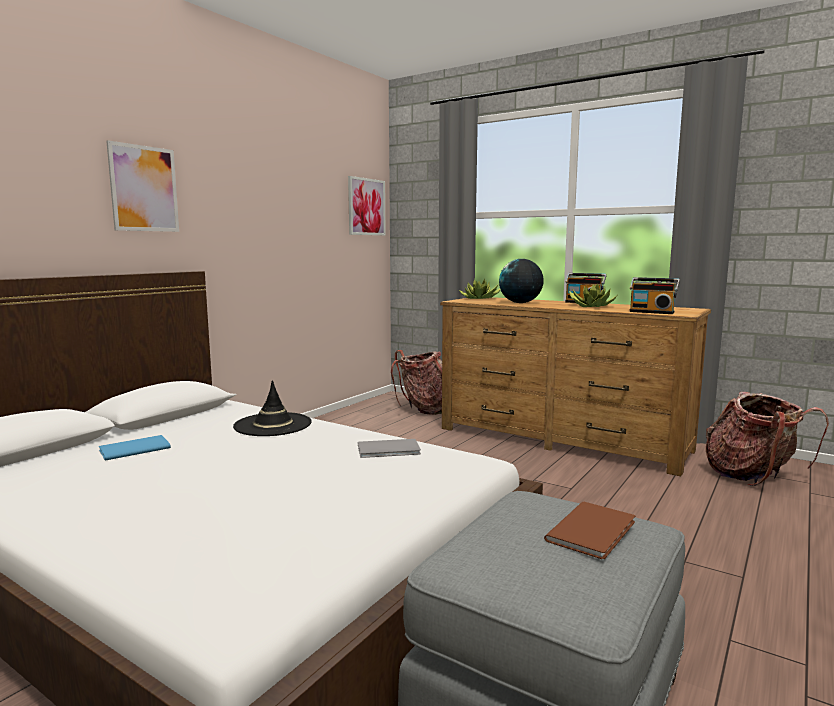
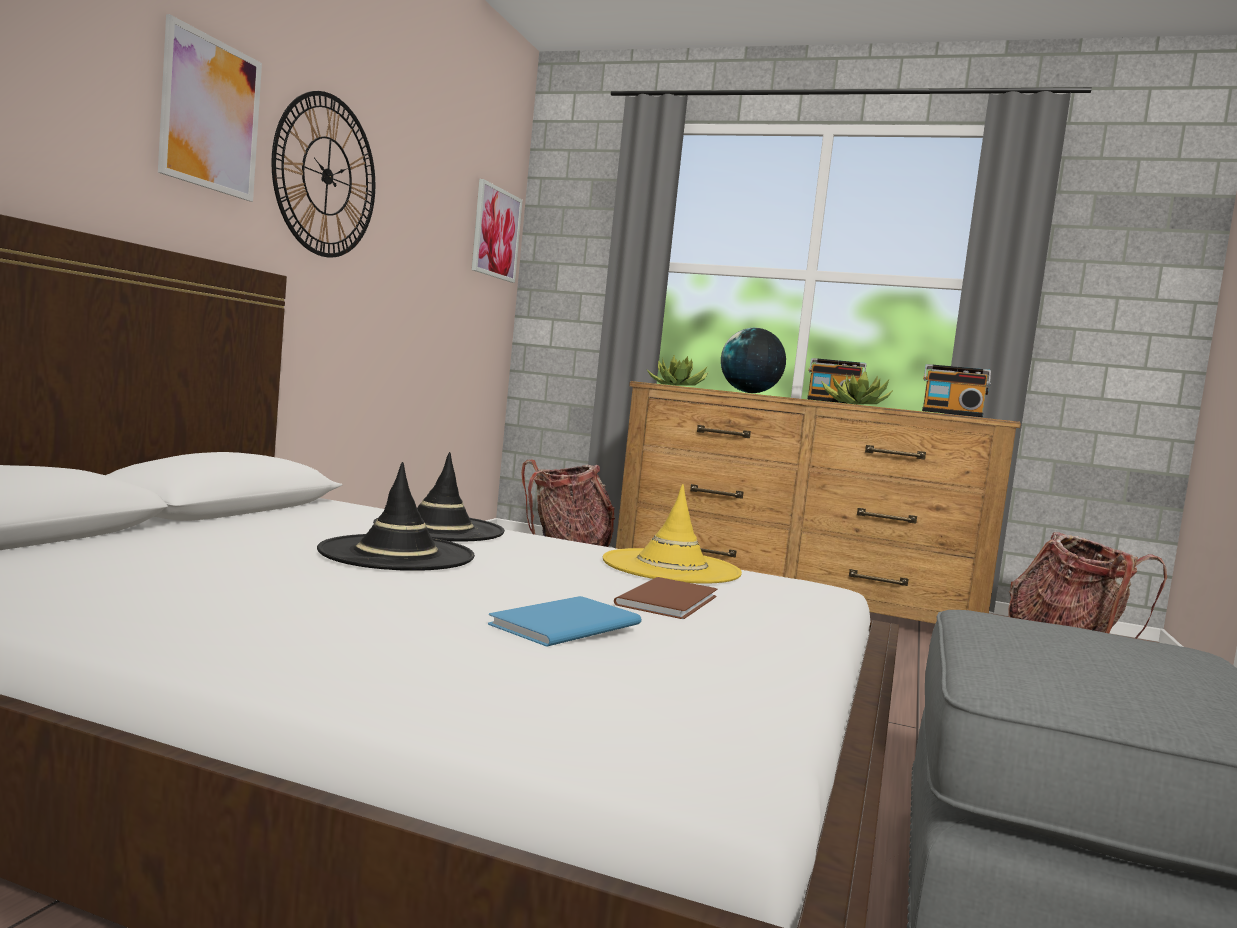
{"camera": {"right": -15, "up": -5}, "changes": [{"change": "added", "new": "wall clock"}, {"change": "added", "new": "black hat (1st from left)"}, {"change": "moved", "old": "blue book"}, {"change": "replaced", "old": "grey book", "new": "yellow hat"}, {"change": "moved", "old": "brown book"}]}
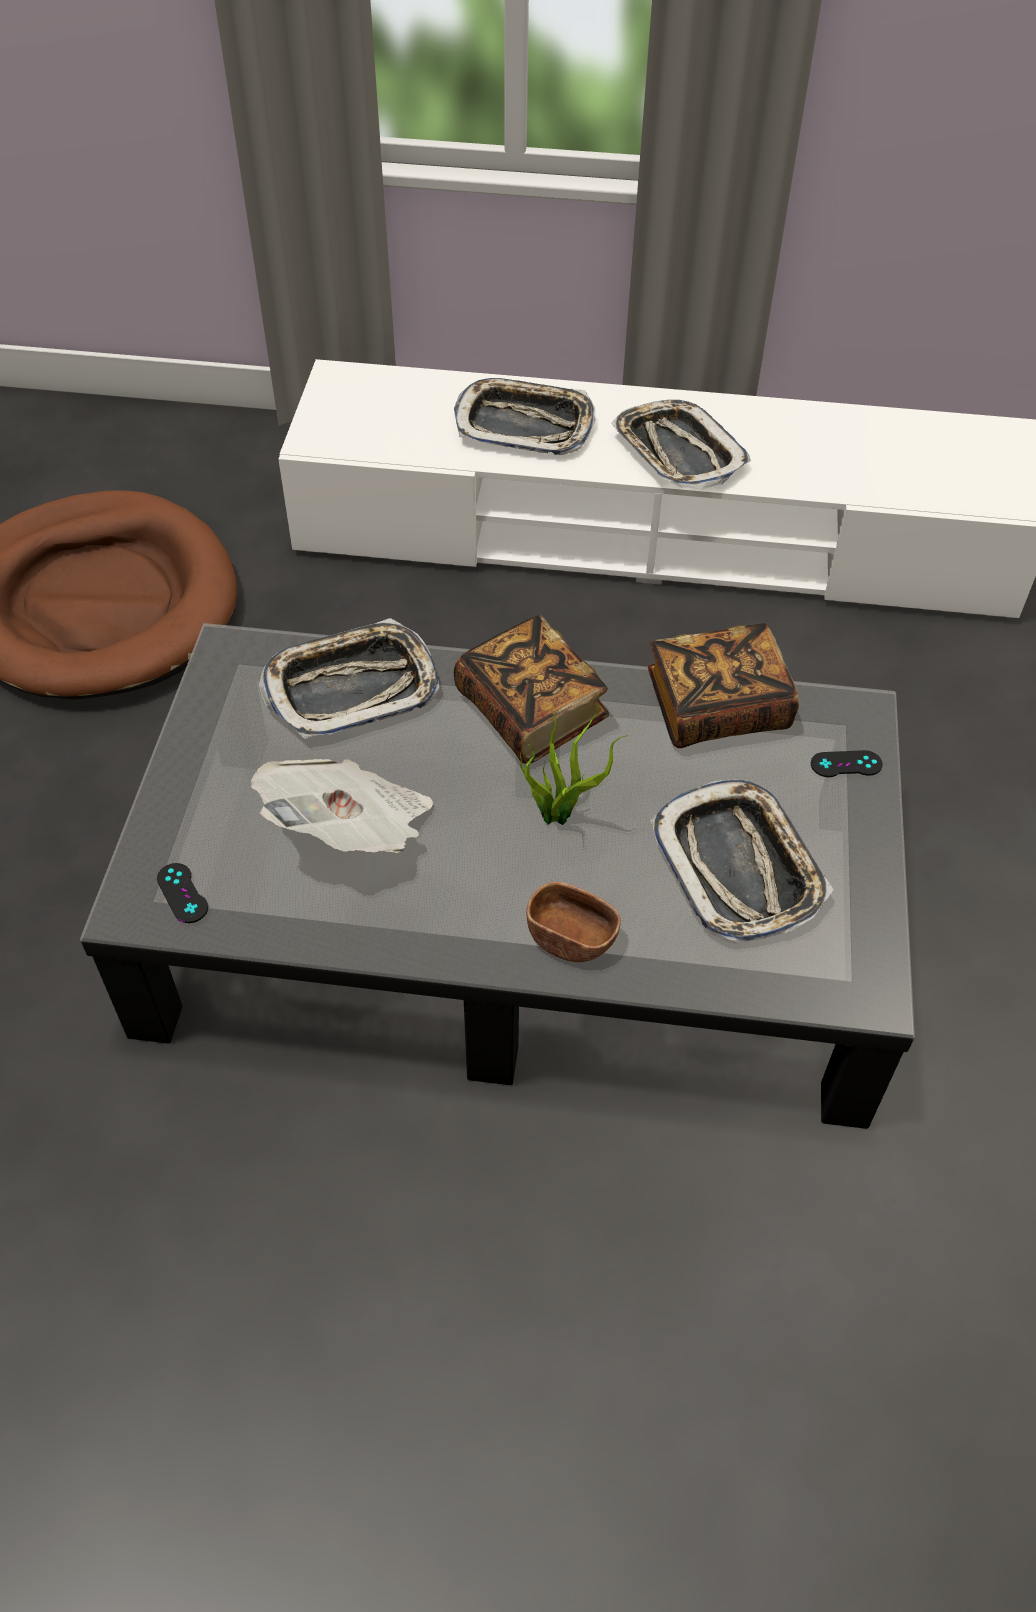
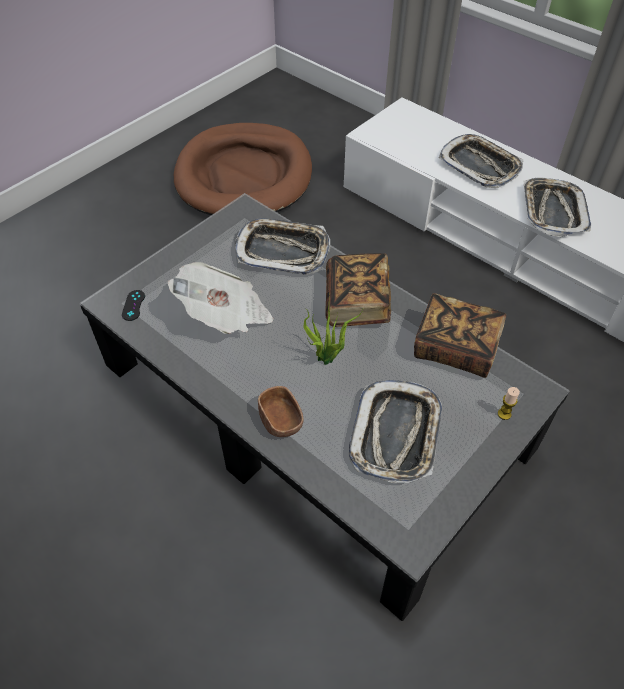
{"camera": {"right": 35, "up": 0}, "changes": [{"change": "replaced", "old": "black game controller (2nd from left)", "new": "candle"}]}
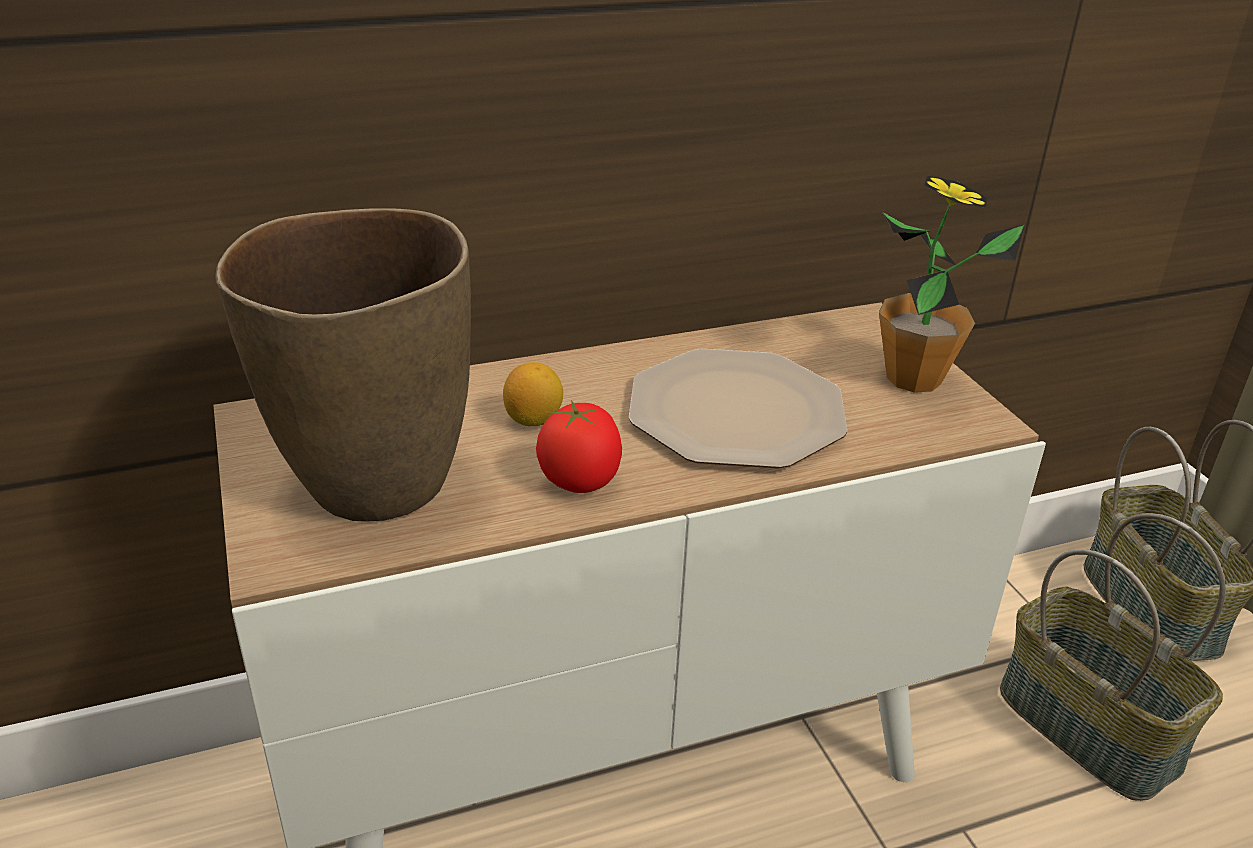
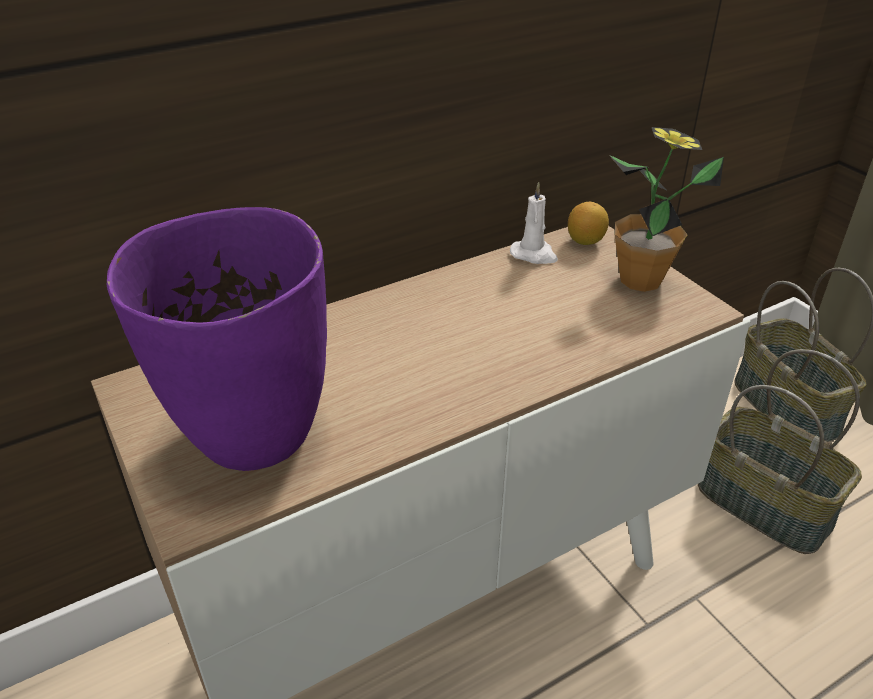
{"camera": {"right": -10, "up": 5}, "changes": [{"change": "recoloured", "old": "brown vase", "new": "purple vase"}, {"change": "added", "new": "white candle"}, {"change": "moved", "old": "lemon"}, {"change": "removed", "old": "tomato"}, {"change": "removed", "old": "plate"}]}
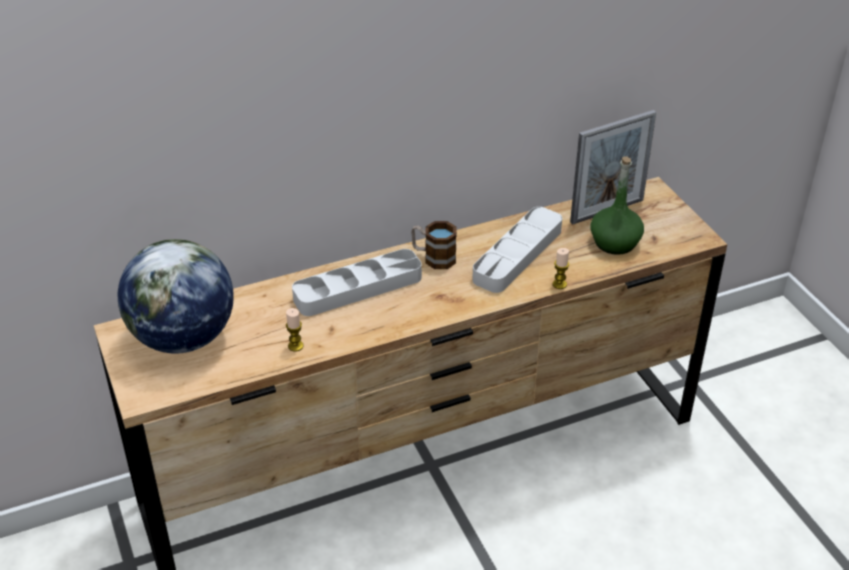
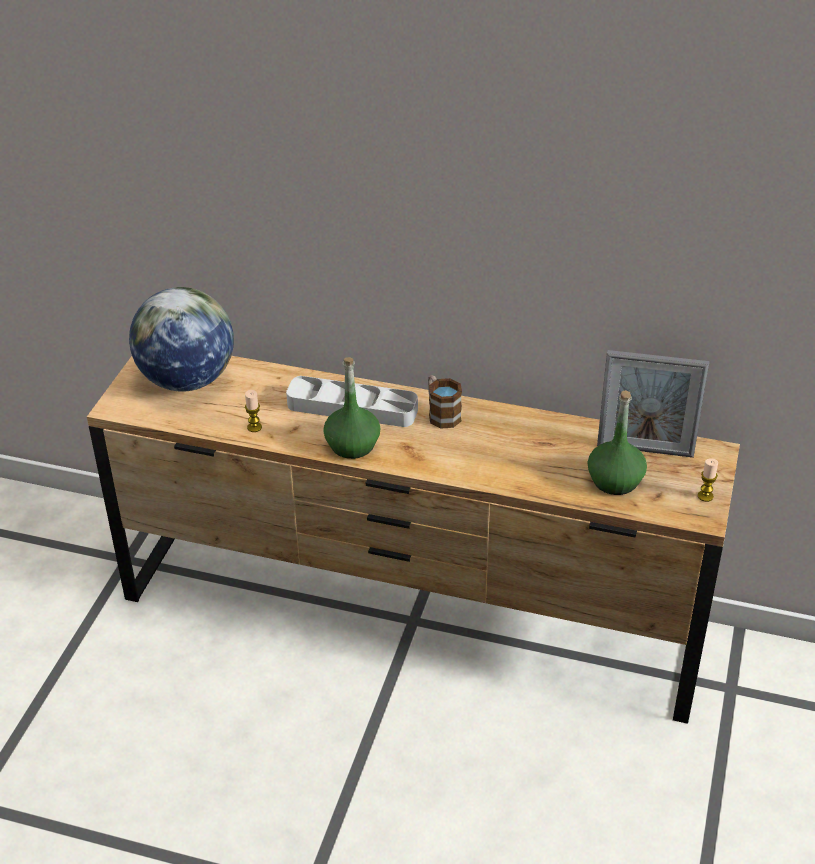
{"camera": {"right": 40, "up": 0}, "changes": [{"change": "added", "new": "green bottle (1st from left)"}, {"change": "moved", "old": "candle (2nd from left)"}, {"change": "removed", "old": "grey tray (2nd from left)"}]}
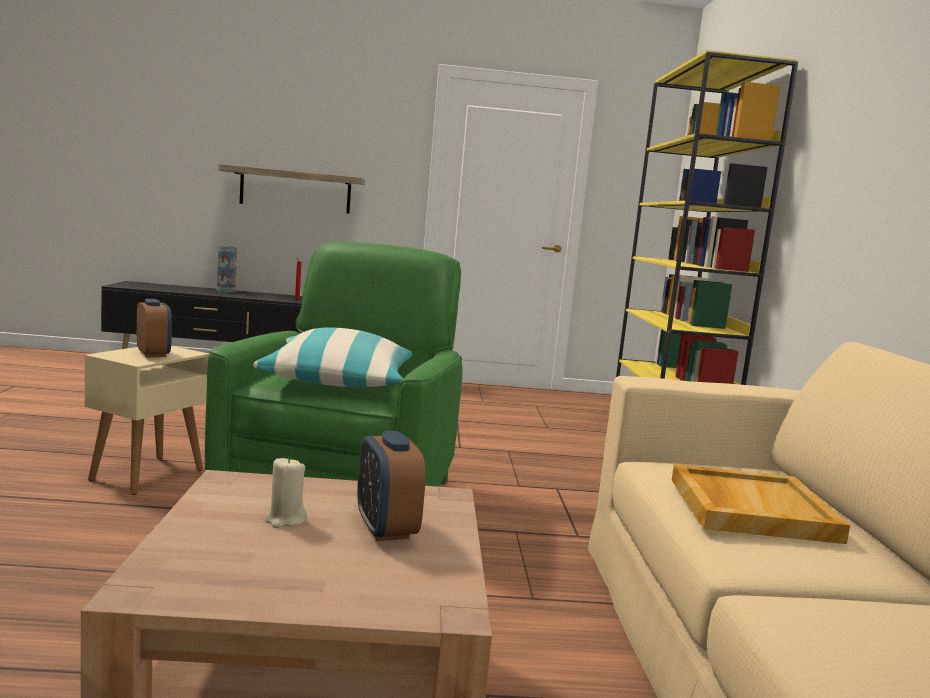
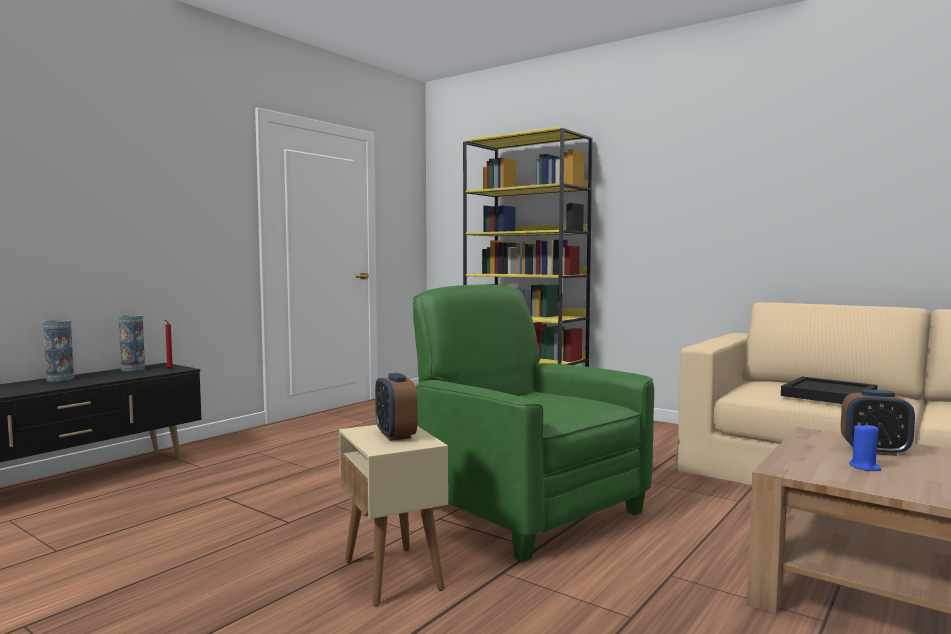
{"camera": {"right": -50, "up": -5}, "changes": [{"change": "added", "new": "vase (2nd from left)"}, {"change": "turned", "old": "alarm clock (1st from left)", "degrees": -120}, {"change": "recoloured", "old": "beige tray", "new": "black tray"}, {"change": "recoloured", "old": "beige candle", "new": "blue candle"}, {"change": "removed", "old": "shelf"}, {"change": "removed", "old": "pillow"}]}
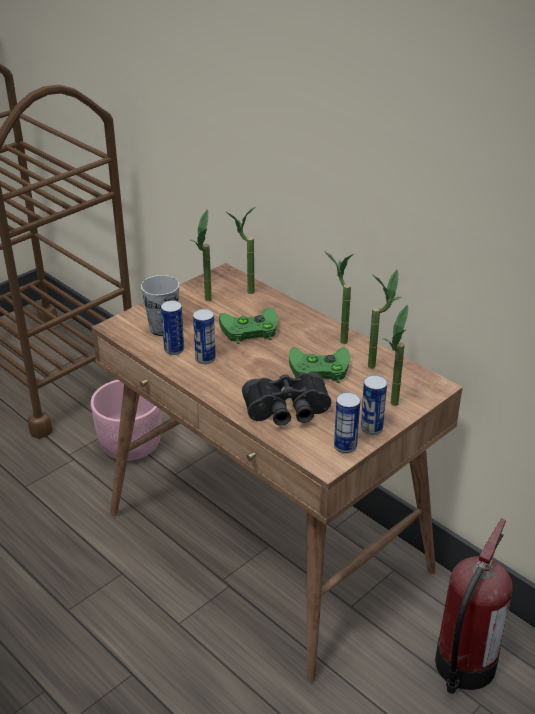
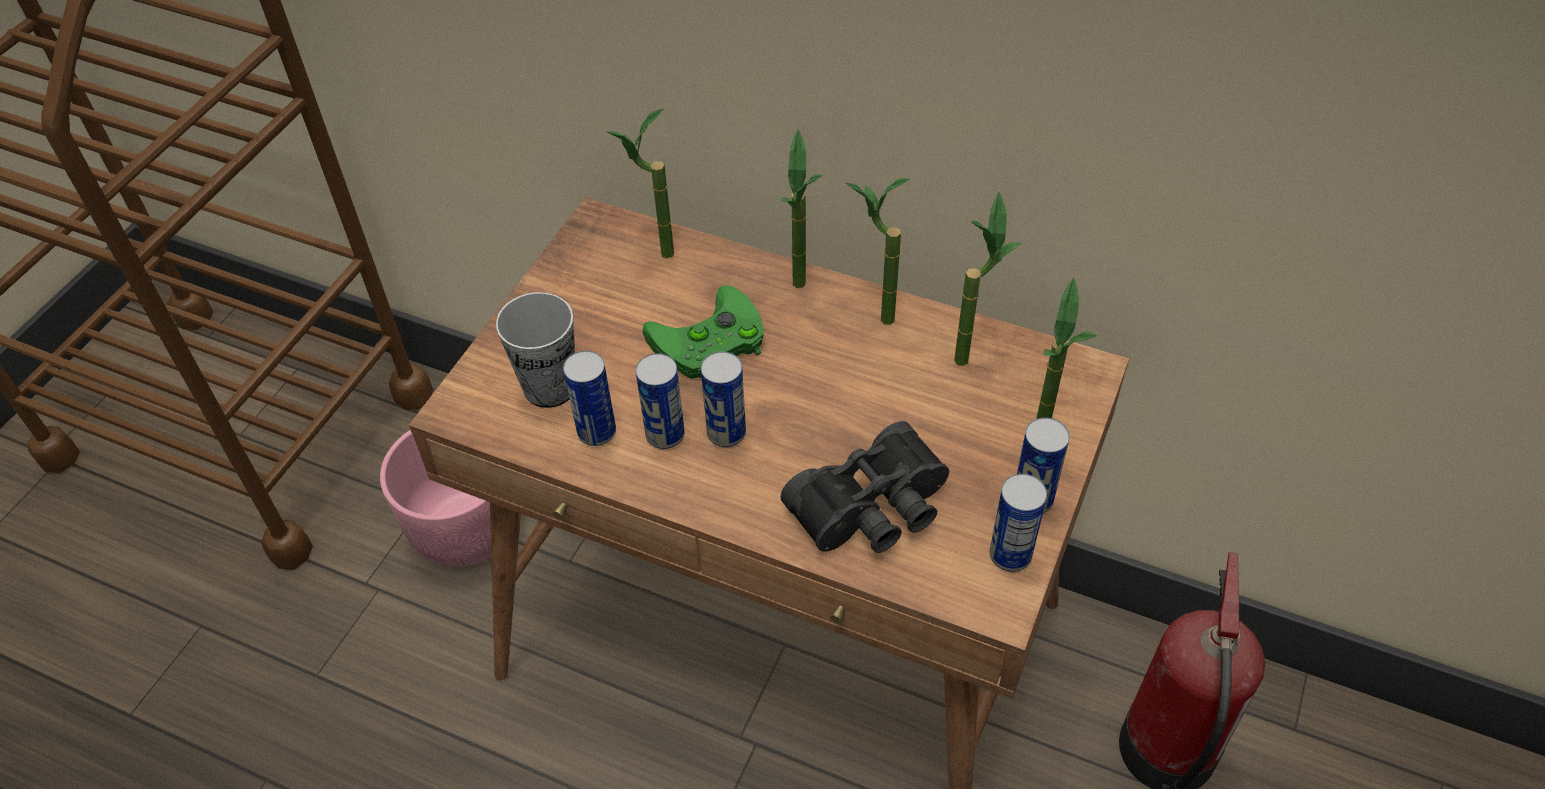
{"camera": {"right": -20, "up": 15}, "changes": [{"change": "added", "new": "can (3rd from left)"}, {"change": "moved", "old": "potted plant (1st from left in the first image)", "new": "potted plant (2nd from left)"}, {"change": "removed", "old": "green game controller (2nd from left)"}]}
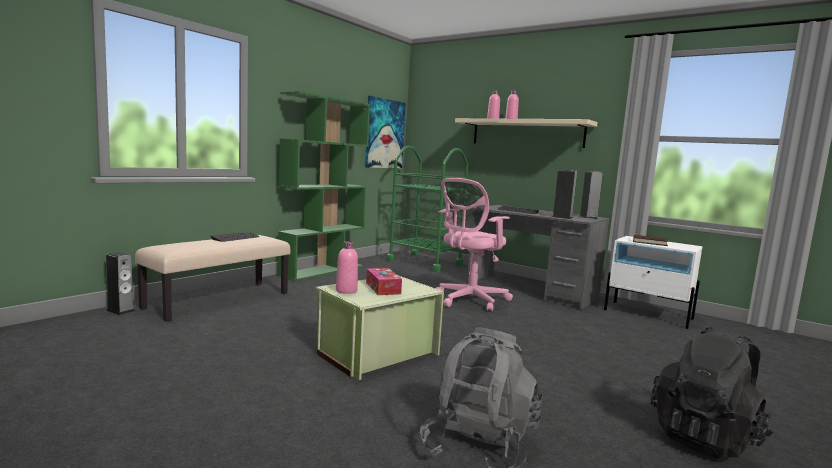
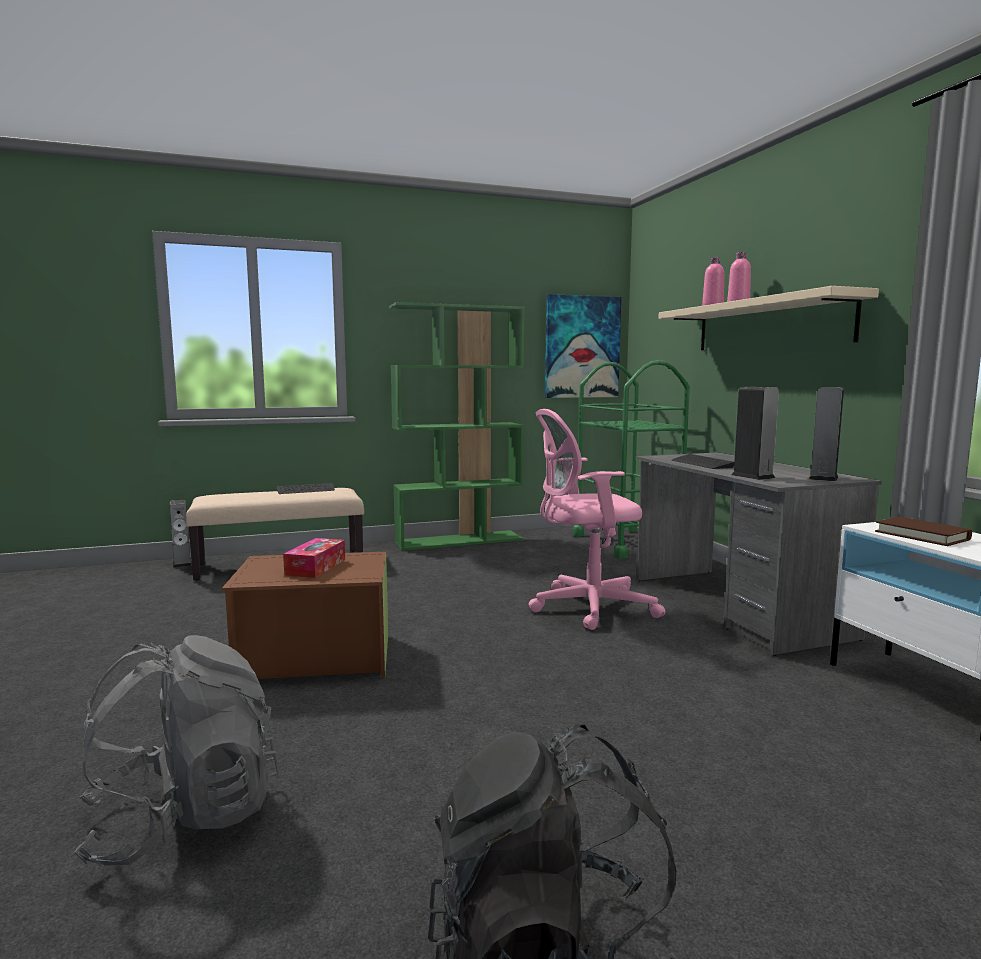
{"camera": {"right": 35, "up": 0}, "changes": [{"change": "recoloured", "old": "green storage box", "new": "brown storage box"}, {"change": "removed", "old": "pink bottle (1st from left)"}]}
